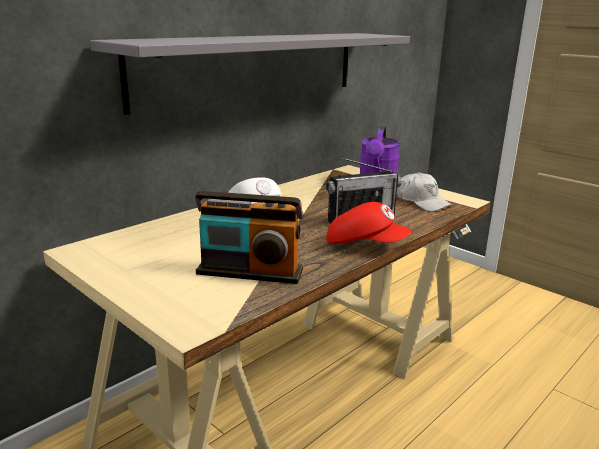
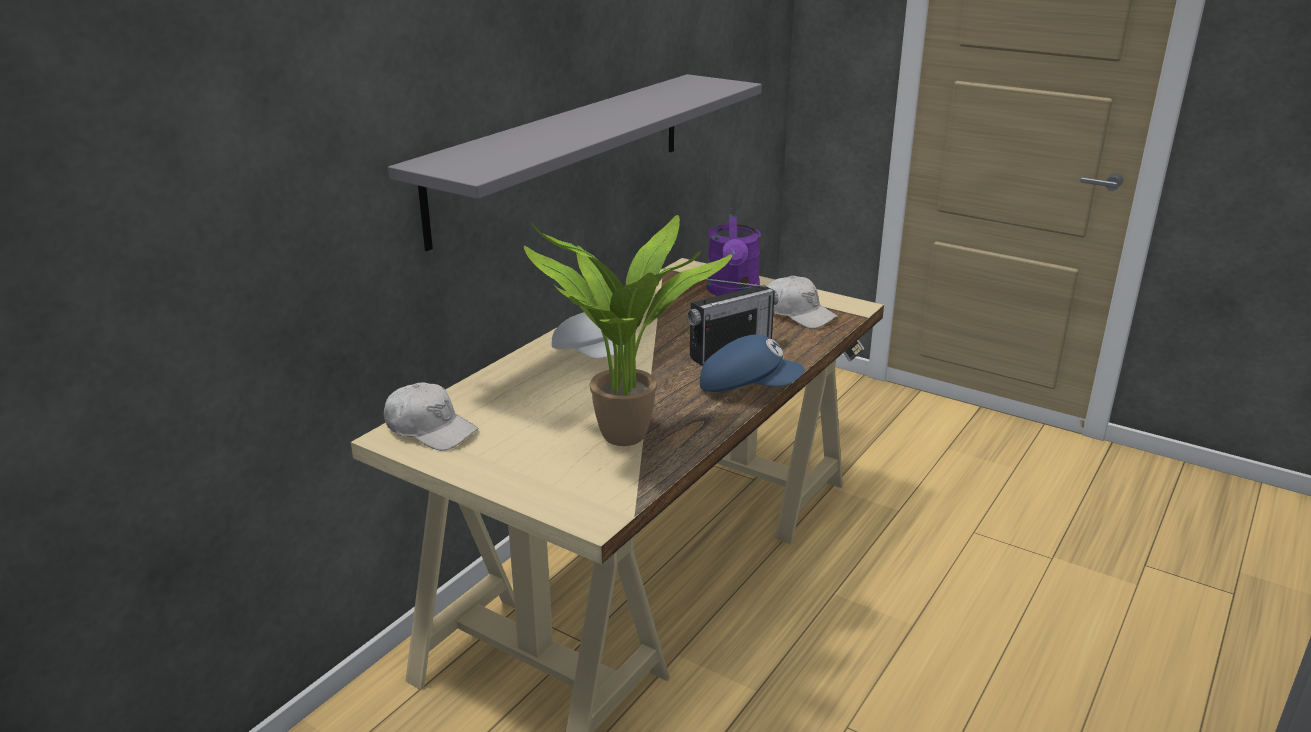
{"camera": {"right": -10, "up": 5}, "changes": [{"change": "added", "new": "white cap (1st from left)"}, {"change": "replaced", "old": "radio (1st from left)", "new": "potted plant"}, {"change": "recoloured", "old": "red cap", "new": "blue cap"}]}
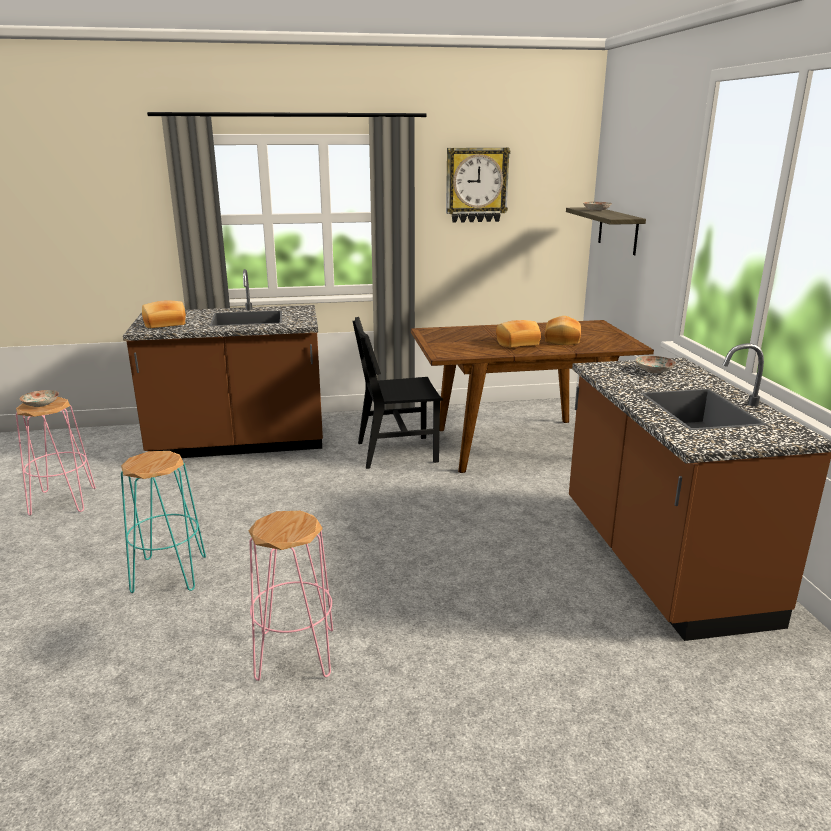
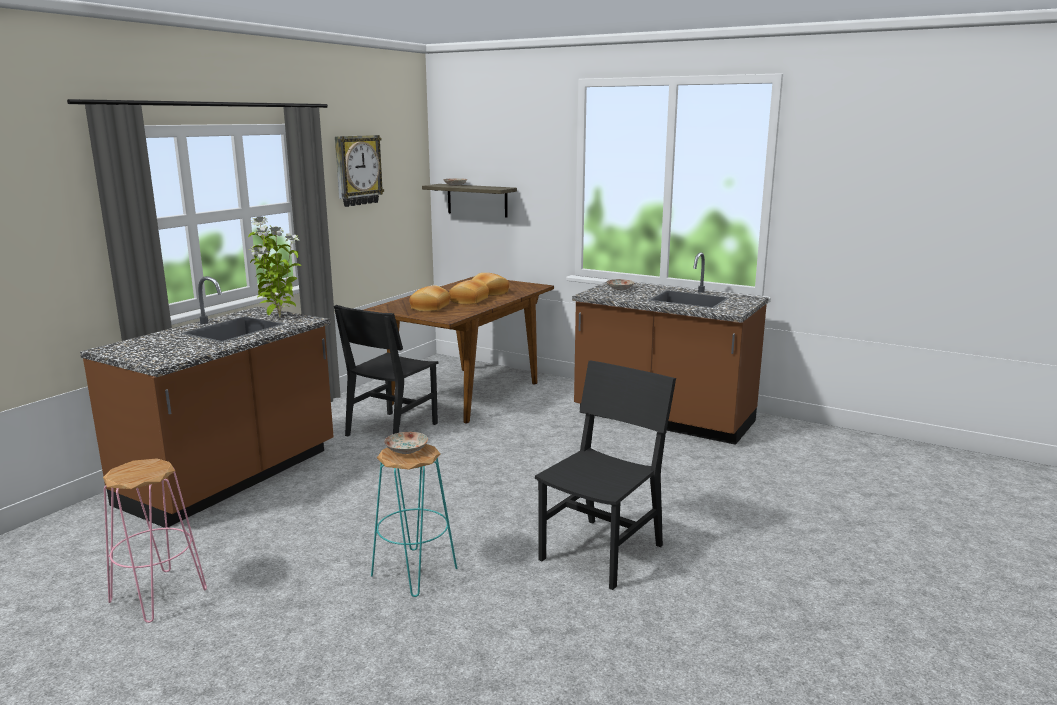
{"camera": {"right": -50, "up": -5}, "changes": [{"change": "added", "new": "potted plant"}, {"change": "moved", "old": "plate (1st from left)"}, {"change": "moved", "old": "bread (1st from left)"}, {"change": "replaced", "old": "pink stool (2nd from left)", "new": "black chair (2nd from left)"}]}
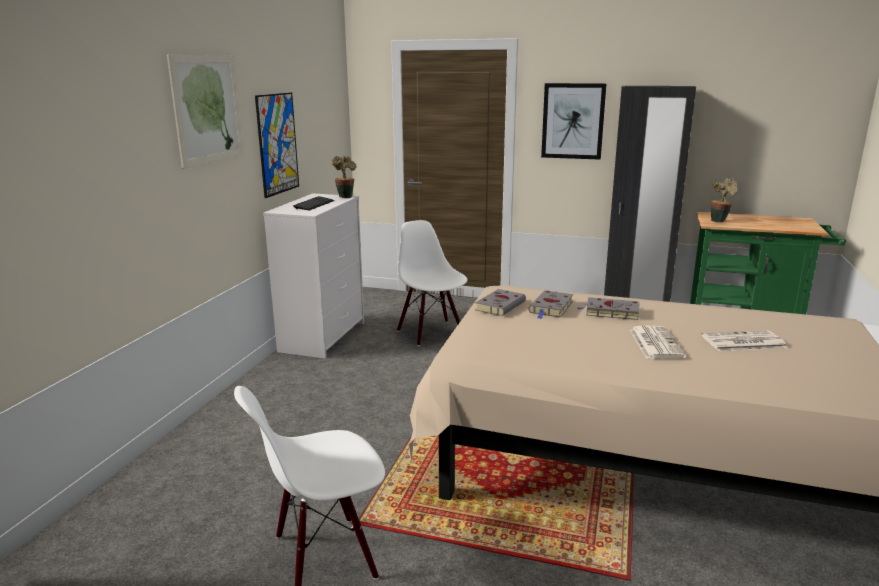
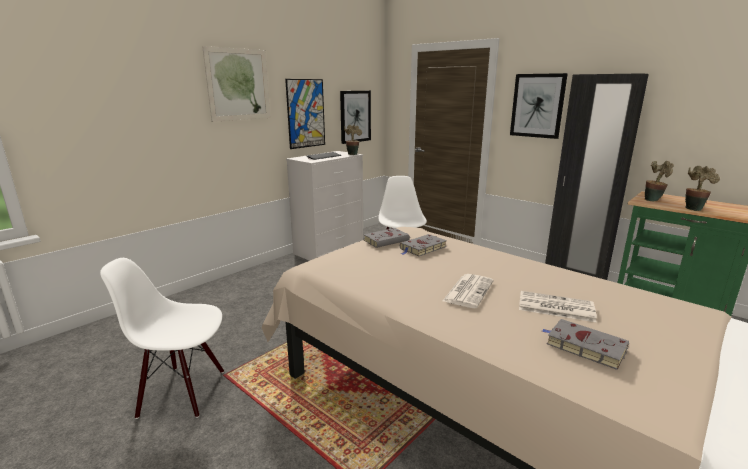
{"camera": {"right": 25, "up": 0}, "changes": [{"change": "added", "new": "picture (3rd from left)"}, {"change": "moved", "old": "grey book (3rd from left)"}, {"change": "added", "new": "potted plant (3rd from left)"}]}
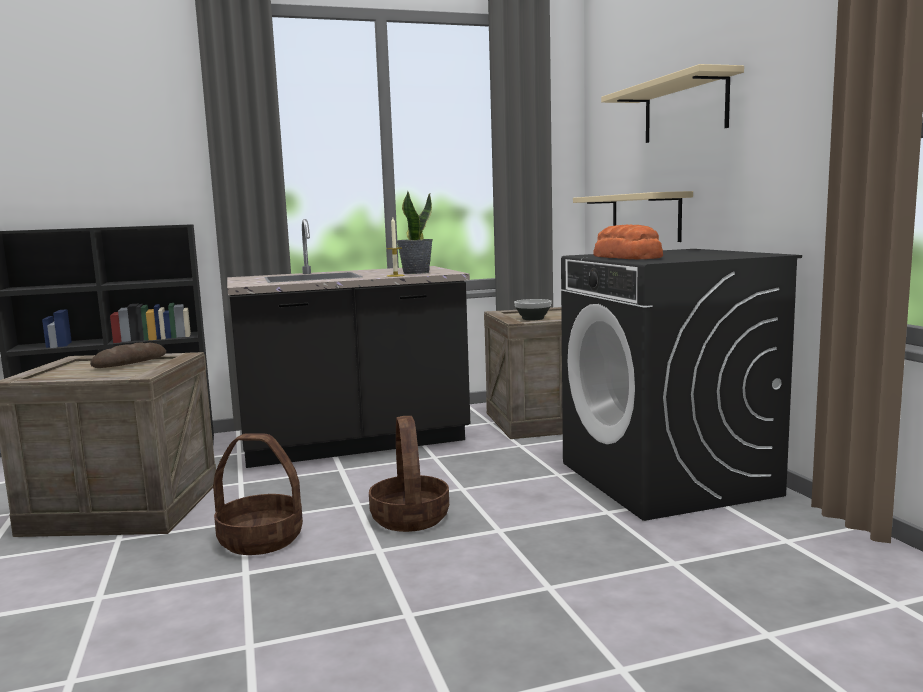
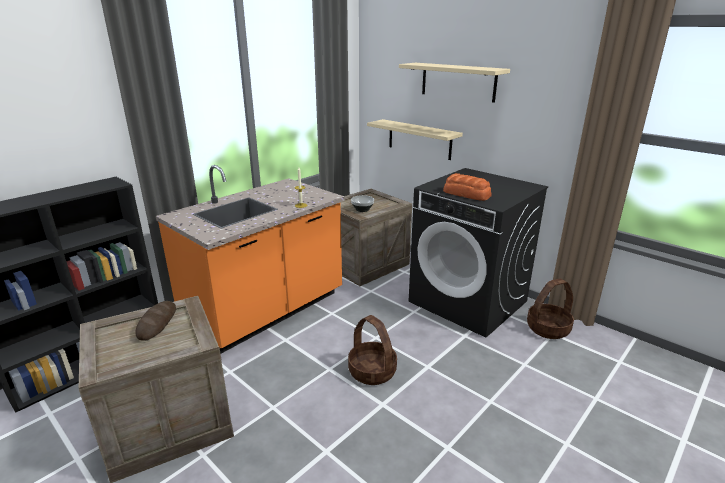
{"camera": {"right": -30, "up": 15}, "changes": [{"change": "recoloured", "old": "black counter", "new": "orange counter"}, {"change": "moved", "old": "basket (1st from left in the first image)", "new": "basket (2nd from left)"}, {"change": "removed", "old": "potted plant"}]}
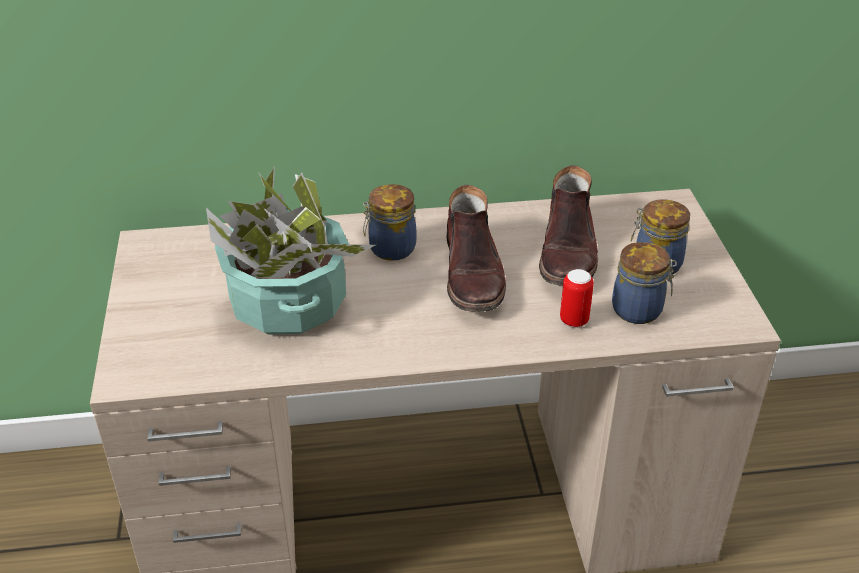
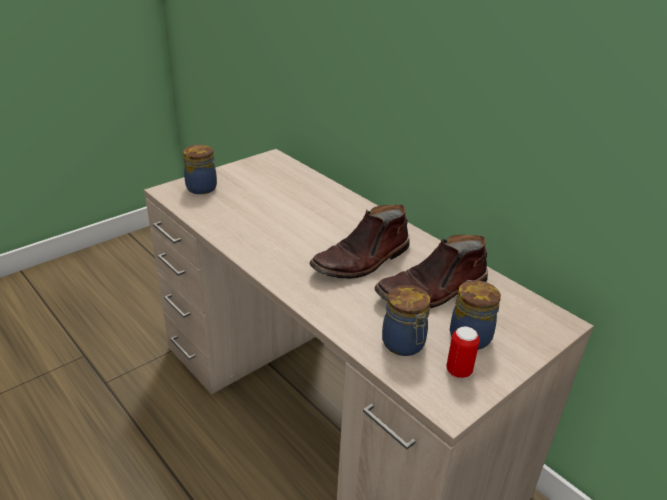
{"camera": {"right": 55, "up": -5}, "changes": [{"change": "moved", "old": "jar (1st from left)"}, {"change": "moved", "old": "can"}, {"change": "removed", "old": "potted plant"}]}
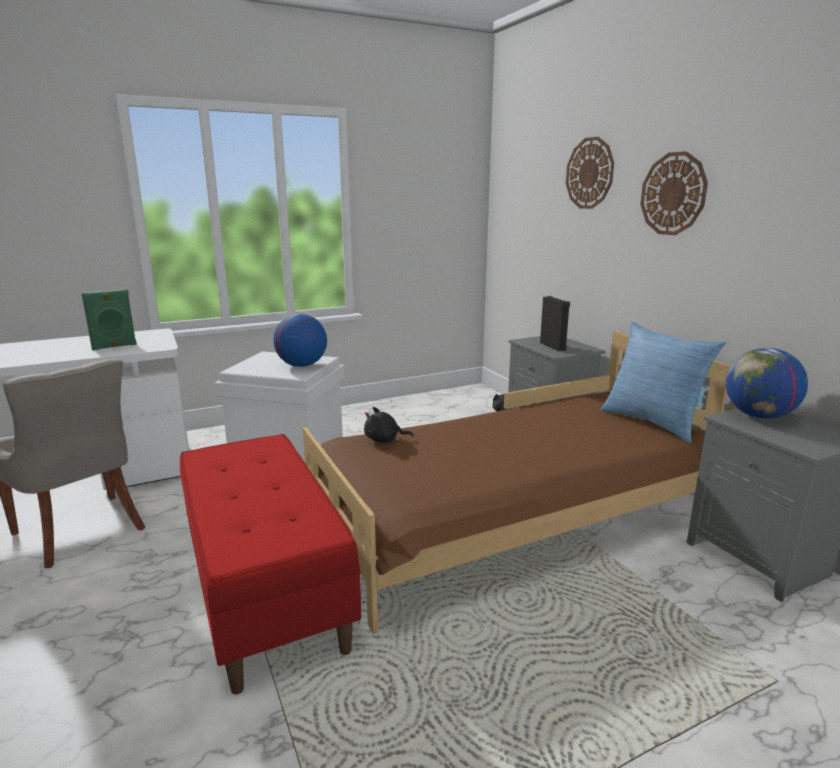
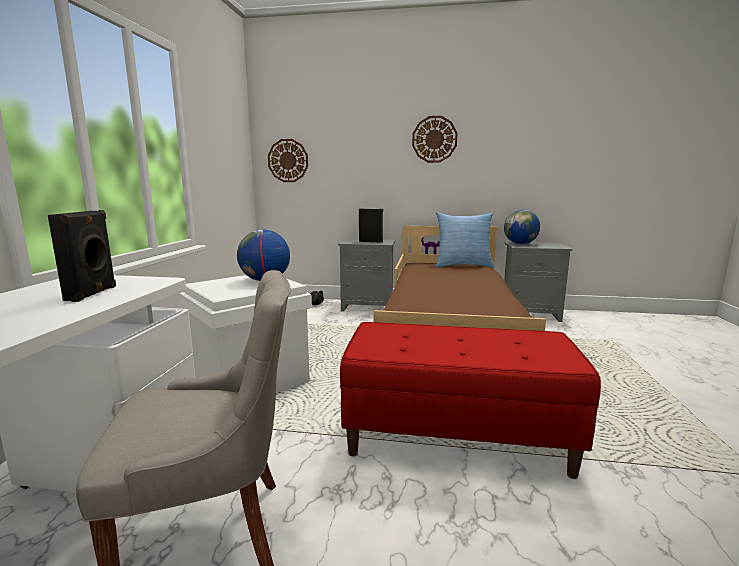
{"camera": {"right": -55, "up": -5}, "changes": [{"change": "recoloured", "old": "green speaker", "new": "black speaker (1st from left)"}, {"change": "moved", "old": "wall clock (1st from left)"}, {"change": "removed", "old": "black plush toy (1st from left)"}]}
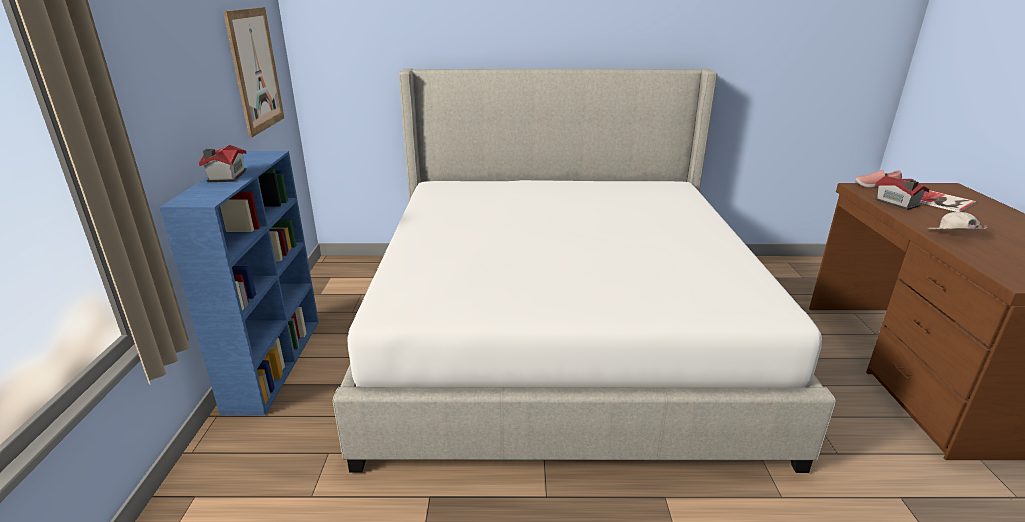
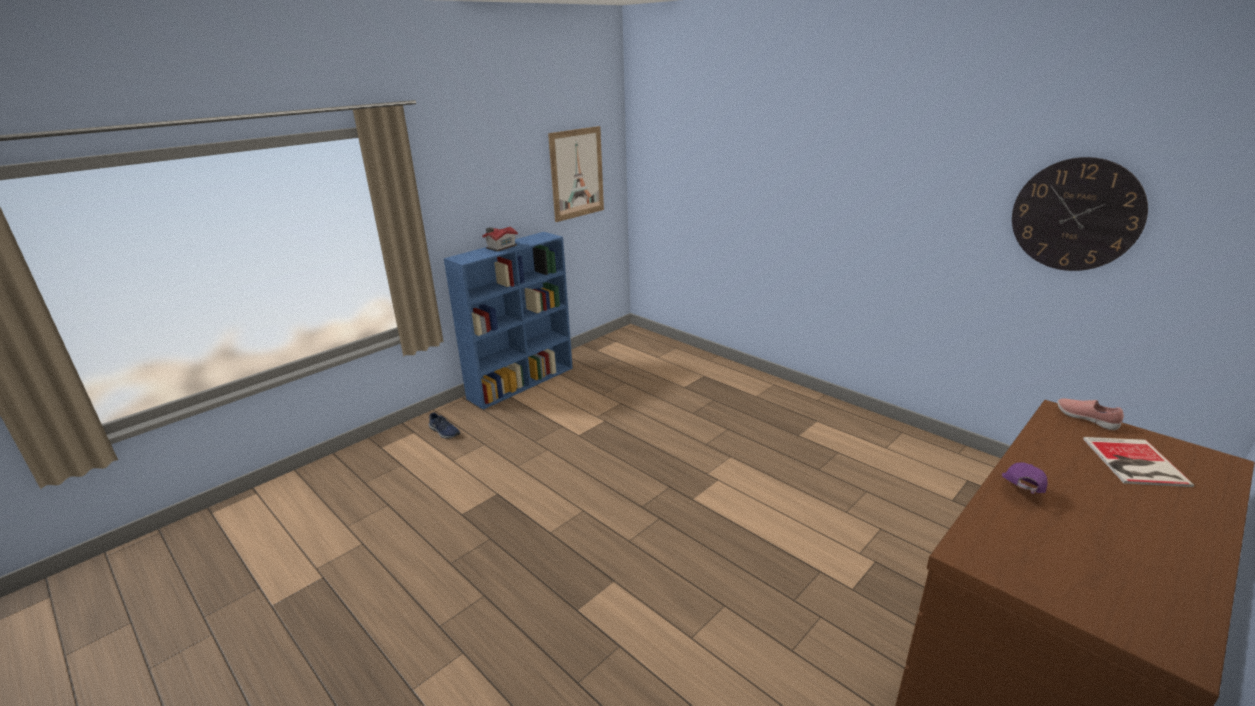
{"camera": {"right": 45, "up": 0}, "changes": [{"change": "added", "new": "blue shoe"}, {"change": "recoloured", "old": "white cap", "new": "purple cap"}, {"change": "added", "new": "wall clock"}, {"change": "removed", "old": "bed"}, {"change": "removed", "old": "toy house (2nd from left)"}]}
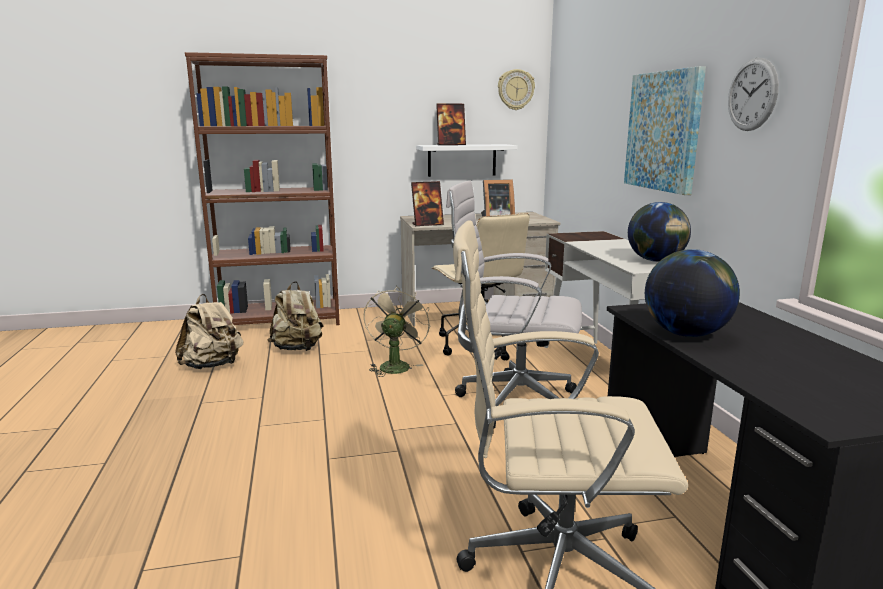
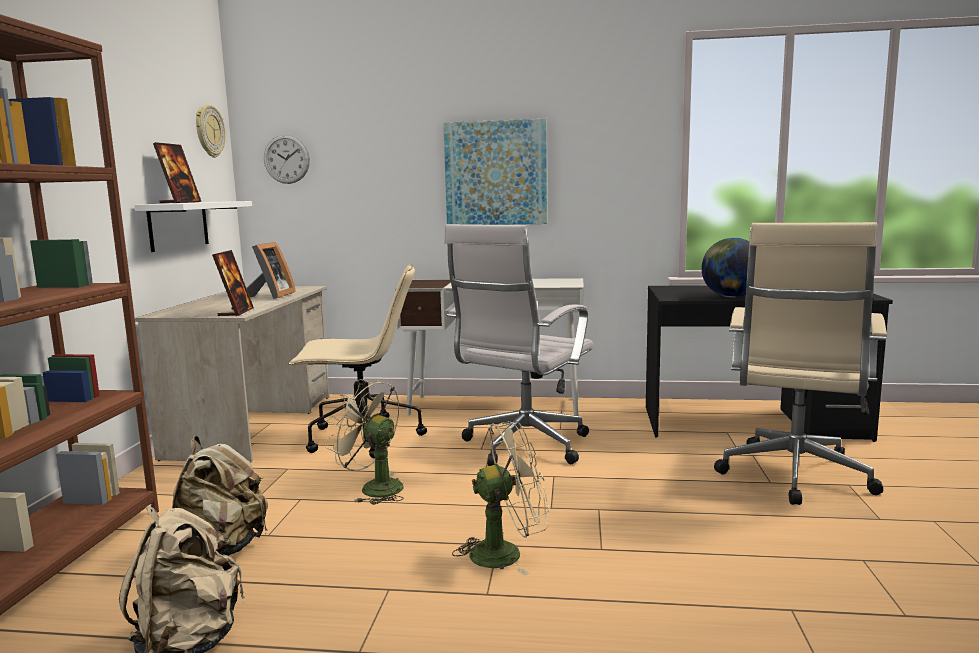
{"camera": {"right": -70, "up": -5}, "changes": [{"change": "moved", "old": "wall clock (2nd from left)"}, {"change": "added", "new": "beige fan (2nd from left)"}, {"change": "removed", "old": "globe (1st from left)"}]}
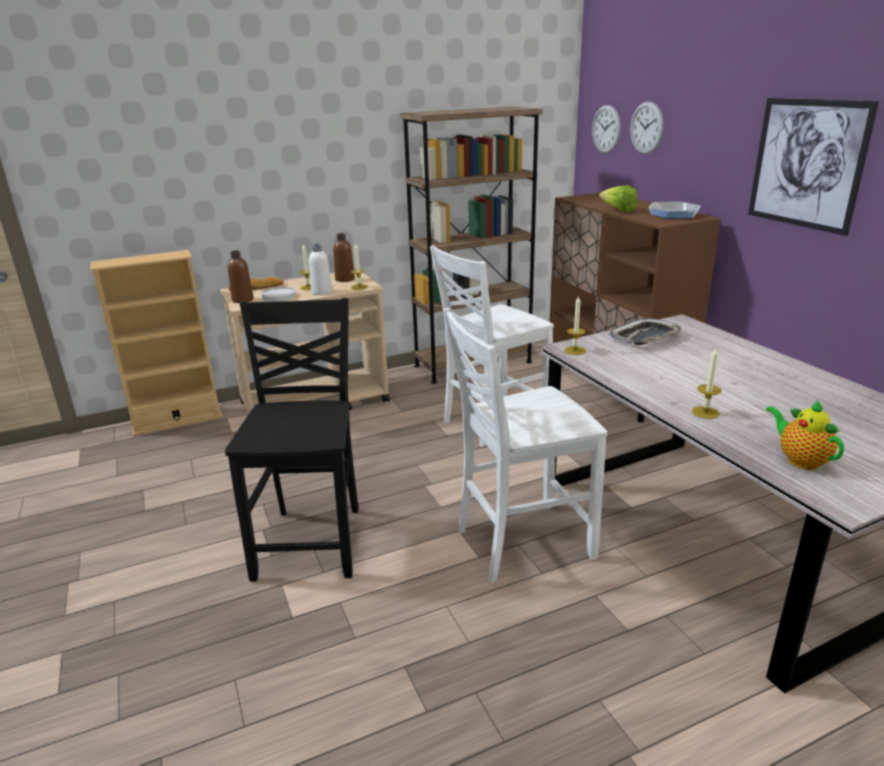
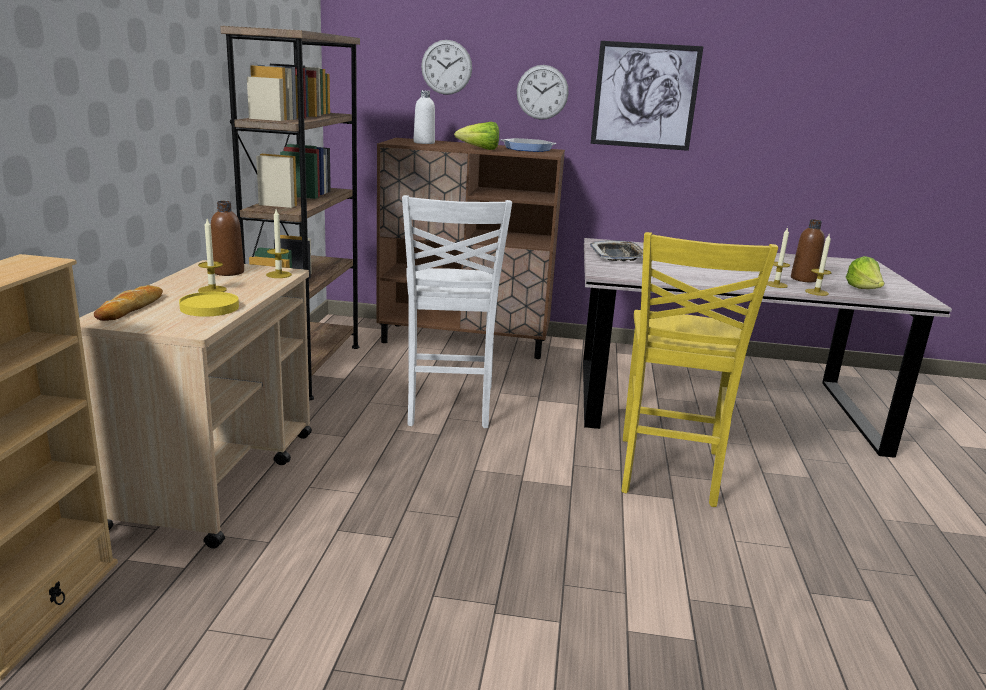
{"camera": {"right": -60, "up": -5}, "changes": [{"change": "recoloured", "old": "white plate", "new": "yellow plate"}, {"change": "moved", "old": "white bottle"}, {"change": "moved", "old": "wall clock (1st from left in the first image)", "new": "wall clock (2nd from left)"}, {"change": "recoloured", "old": "white chair (2nd from left)", "new": "yellow chair"}, {"change": "moved", "old": "brown bottle (1st from left in the first image)", "new": "brown bottle (2nd from left)"}, {"change": "moved", "old": "candle (3rd from left in the first image)", "new": "candle (4th from left)"}, {"change": "replaced", "old": "teapot", "new": "lettuce (2nd from left)"}, {"change": "removed", "old": "black chair"}]}
